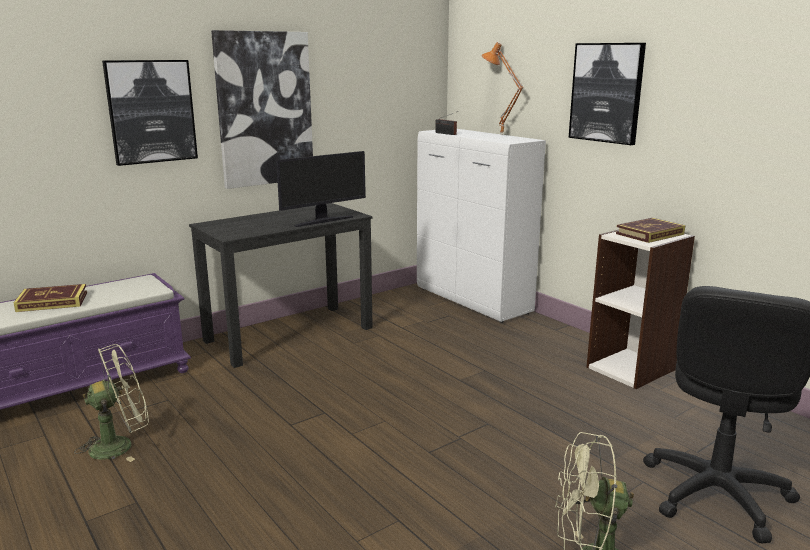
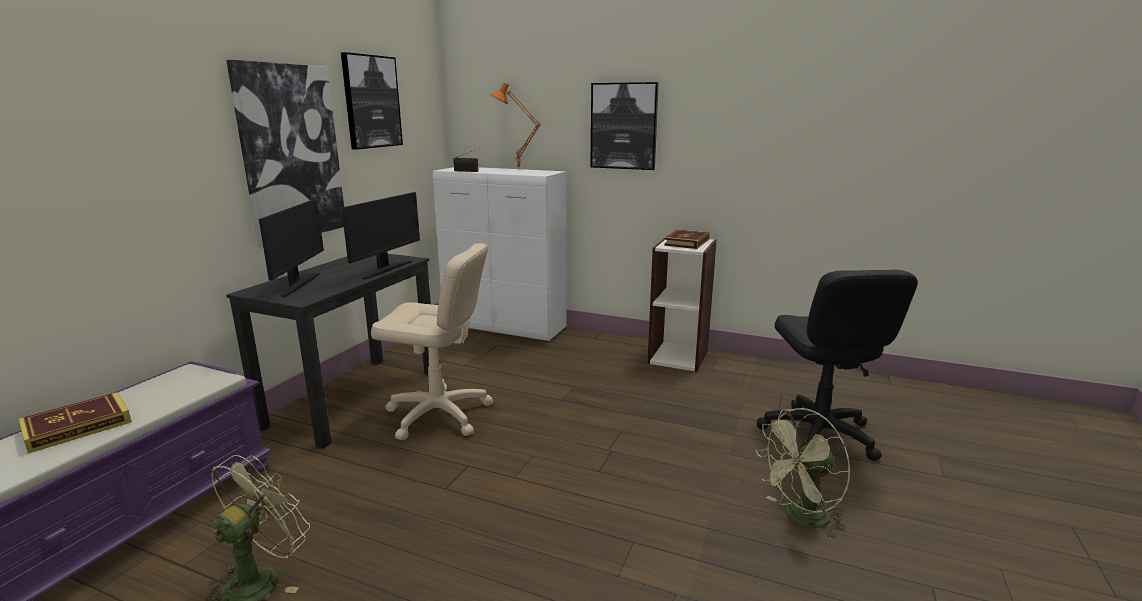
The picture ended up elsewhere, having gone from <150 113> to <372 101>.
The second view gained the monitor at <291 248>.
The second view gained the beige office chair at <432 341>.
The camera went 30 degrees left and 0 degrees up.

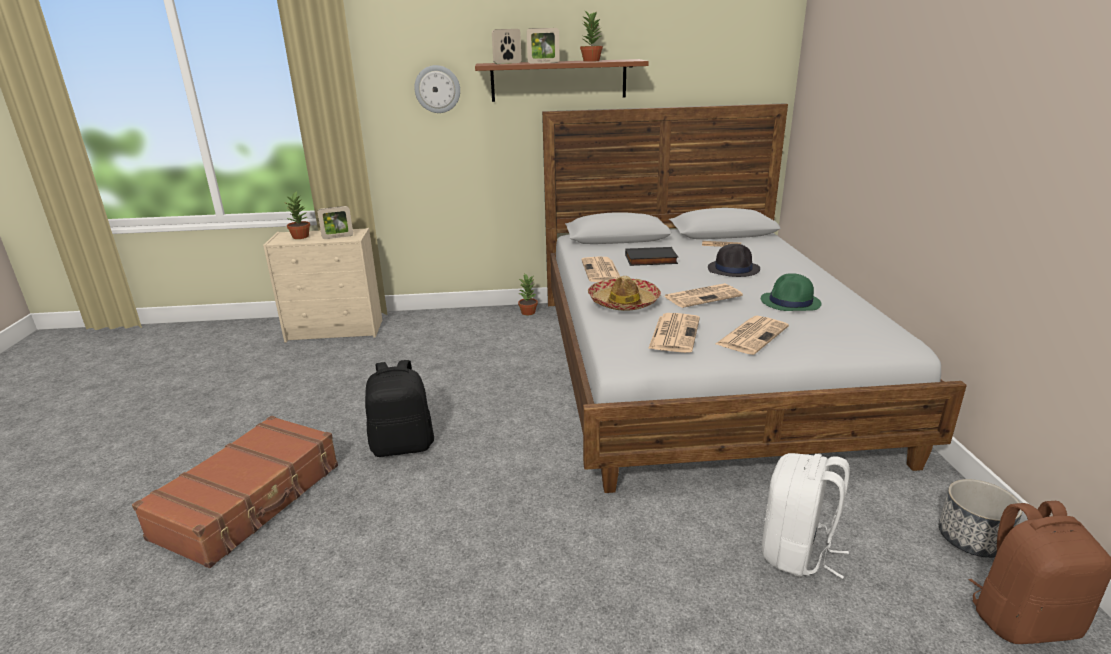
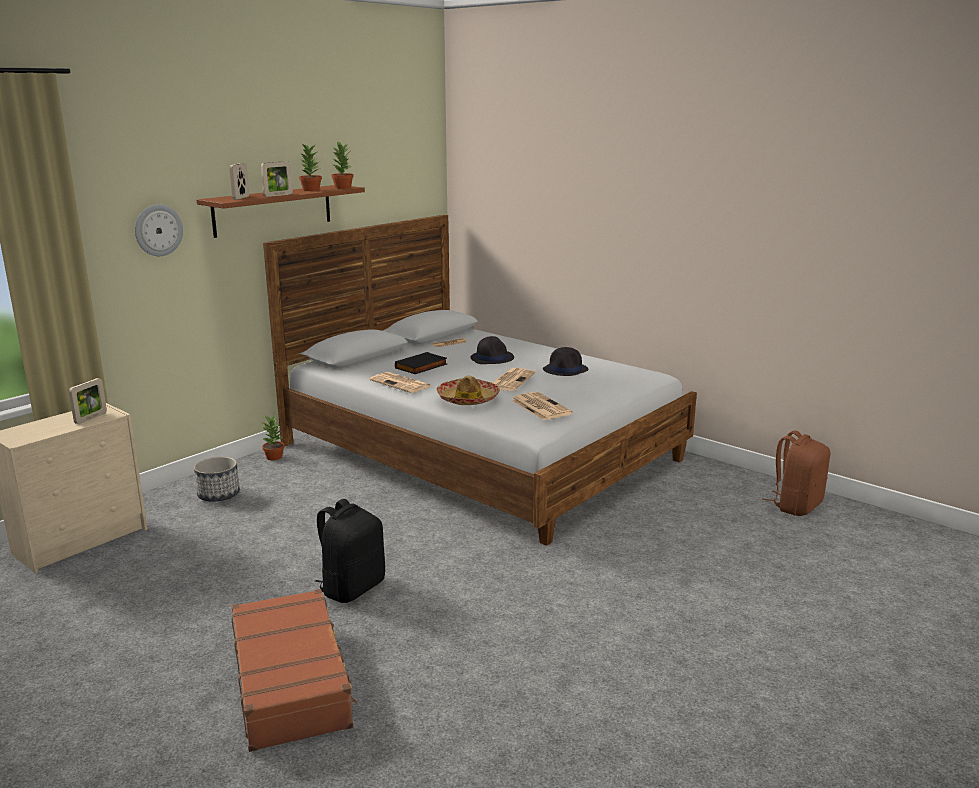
The potted plant ended up elsewhere, having gone from <298 215> to <342 165>.
What was the green hat at <791 292> turned into the black hat at <565 361>.
The second view lost the newspaper at <752 335>.
The second view lost the white backpack at <806 516>.
The planter ended up elsewhere, having gone from <981 518> to <217 479>.
The camera went 45 degrees left and 5 degrees down.

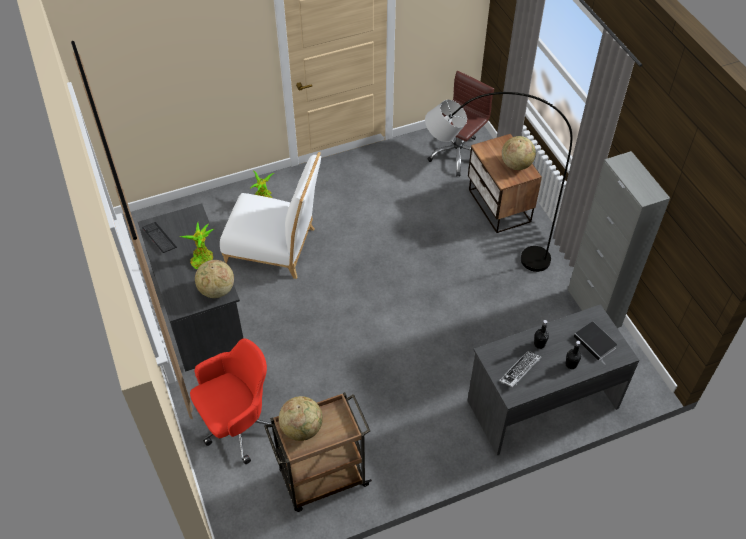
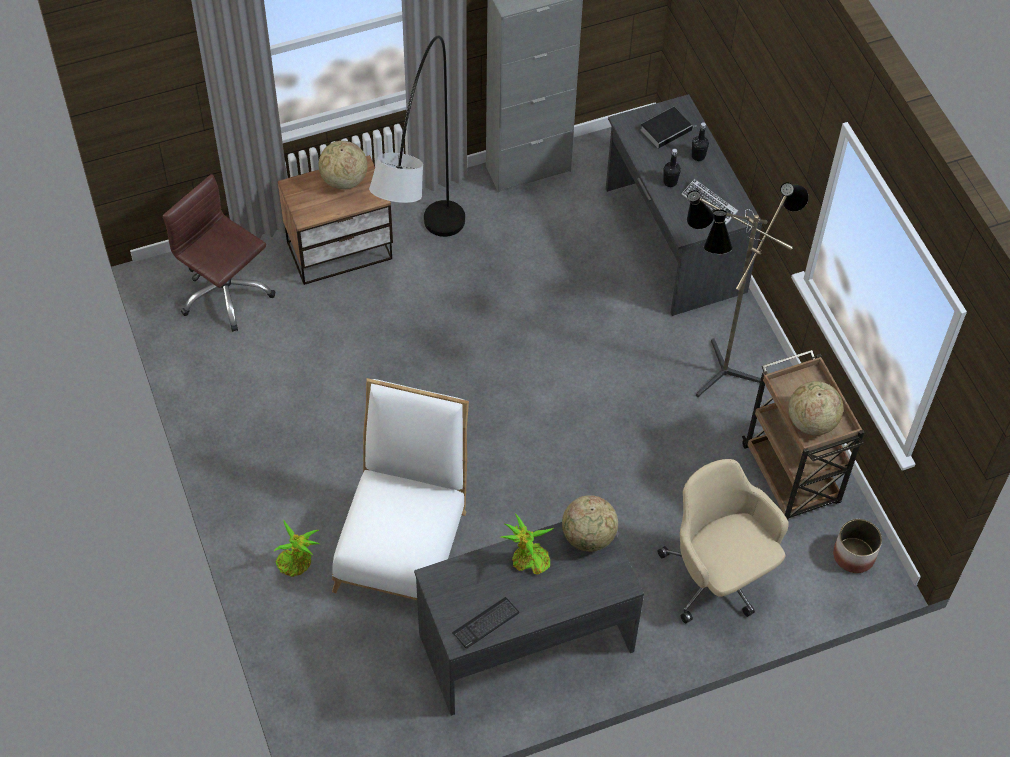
What was the red office chair at <230 401> turned into the beige office chair at <723 541>.
The second view gained the floor lamp at <748 290>.
The second view gained the planter at <857 546>.
The camera went 90 degrees left and 5 degrees up.

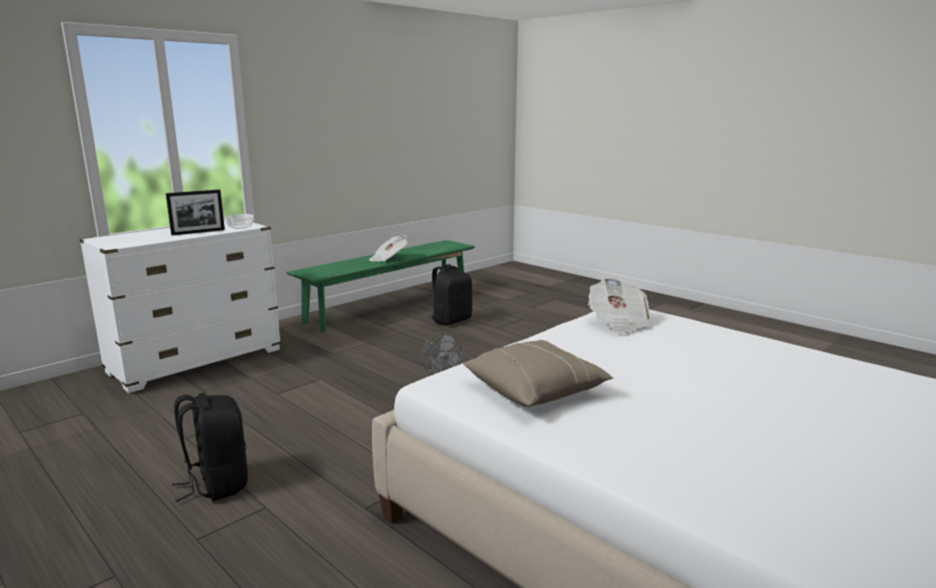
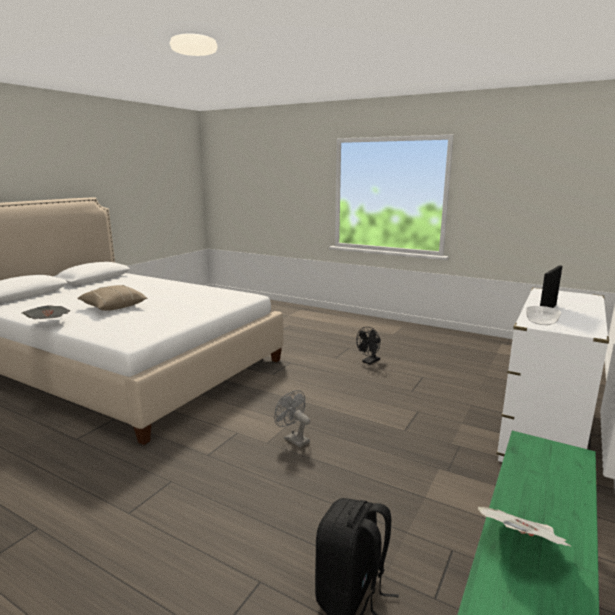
The newspaper ended up elsewhere, having gone from <619 306> to <46 312>.
The beige pillow ended up elsewhere, having gone from <538 373> to <112 298>.
Where the black backpack stood at <210 447>, the black fan came to stand at <368 345>.
The camera went 165 degrees right and 0 degrees up.

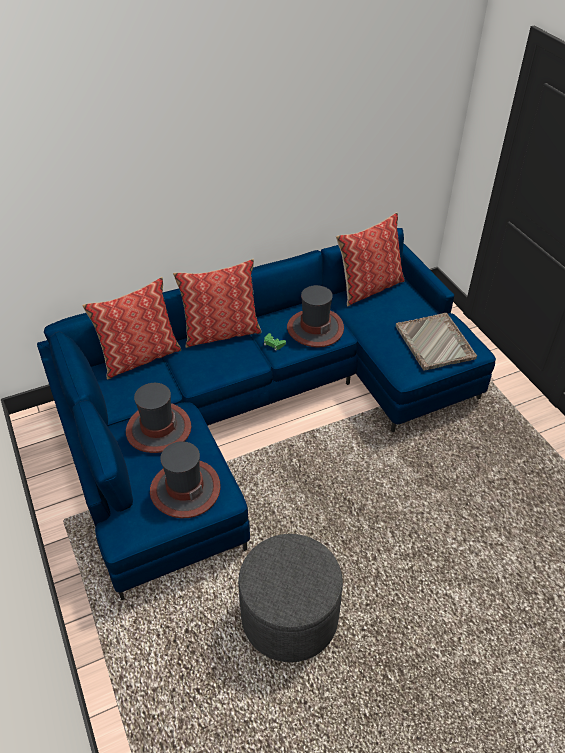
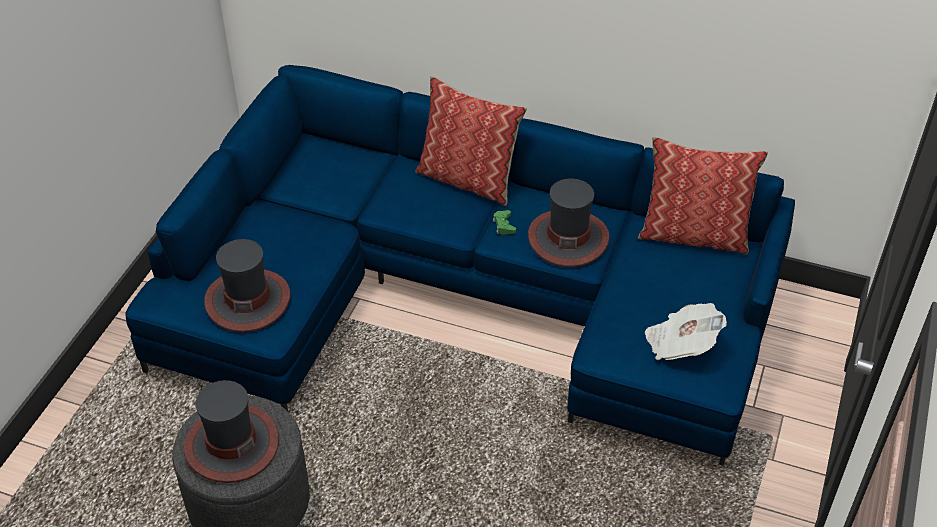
The second view lost the pillow at <131 328>.
Where the grey tray stood at <436 342>, the newspaper came to stand at <686 331>.
The hat ended up elsewhere, having gone from <158 418> to <231 431>.
The camera went 45 degrees right and 0 degrees up.

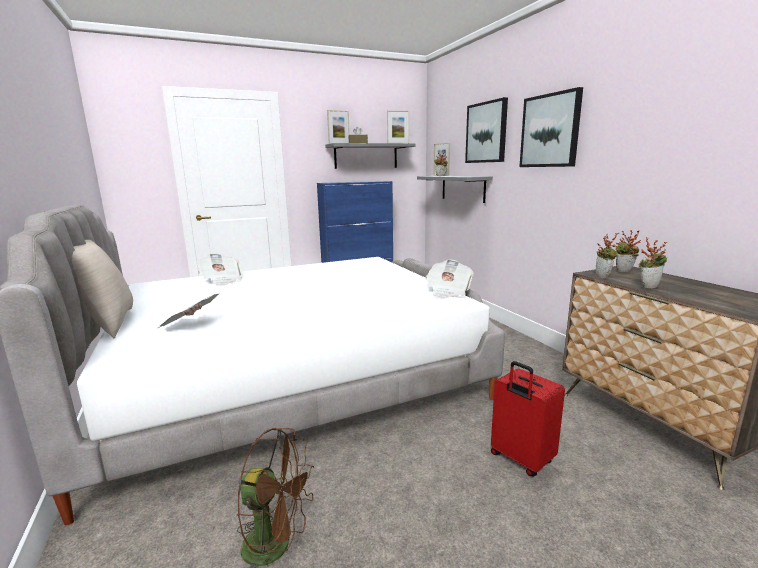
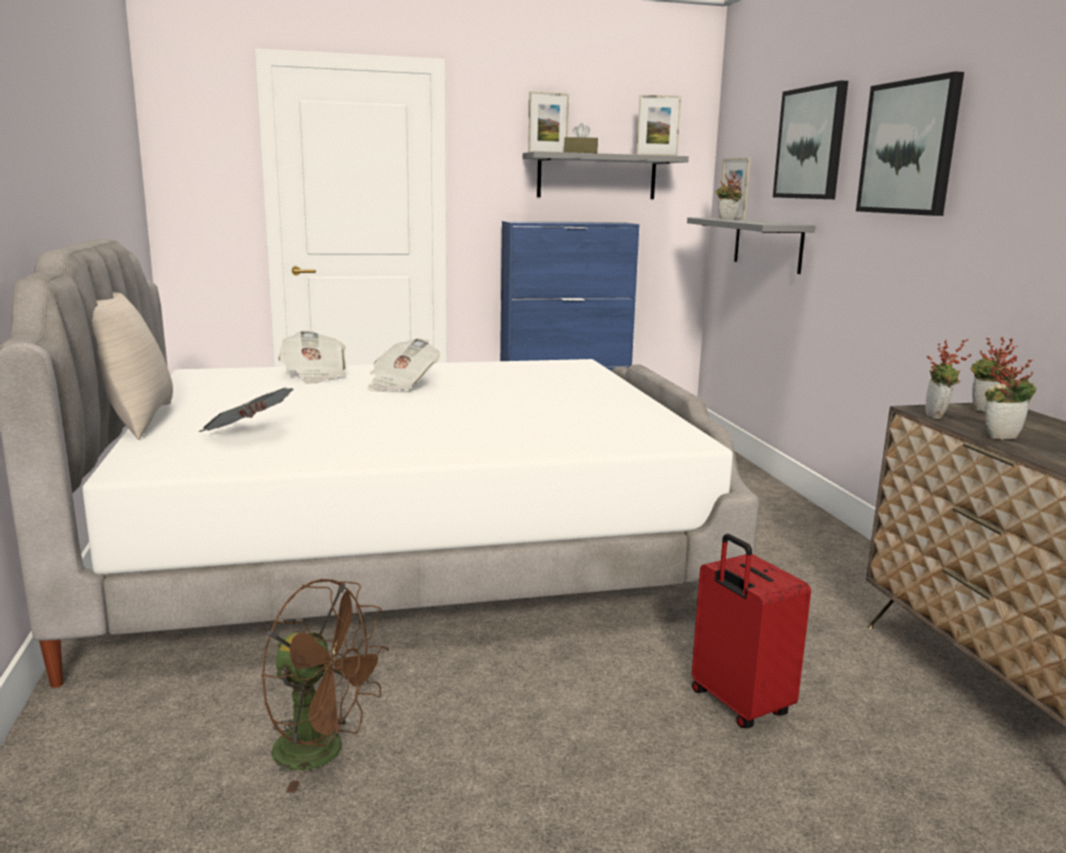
The newspaper ended up elsewhere, having gone from <450 279> to <404 365>.
The camera went 10 degrees right and 0 degrees up.

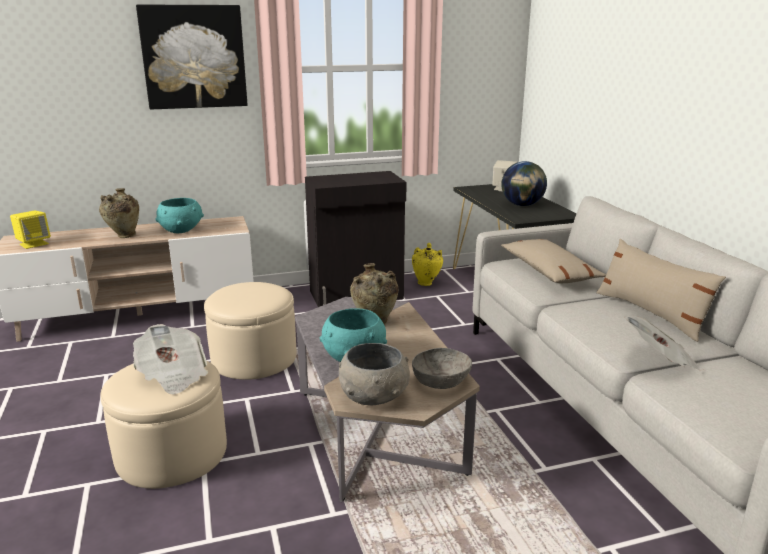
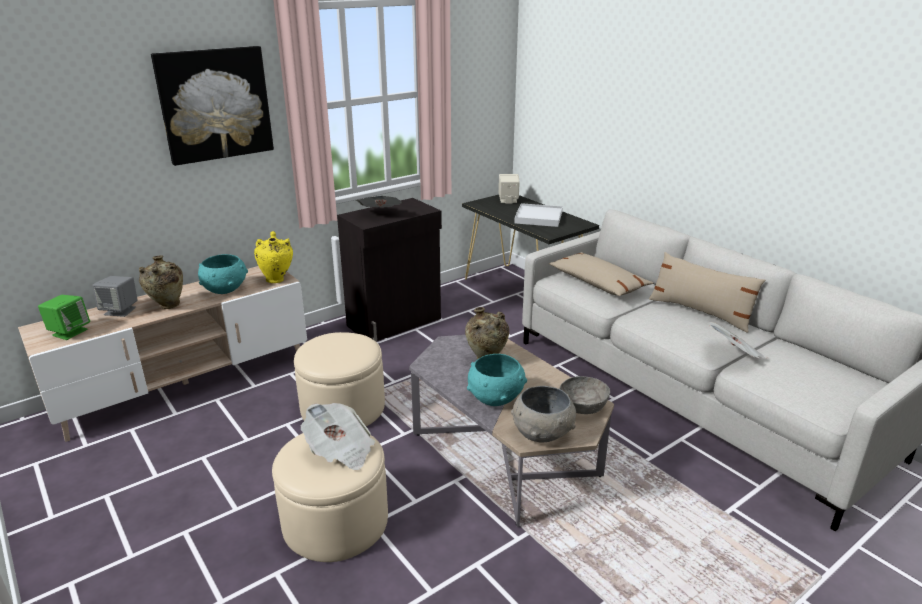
Where the globe stood at <524 183>, the white tray came to stand at <538 215>.
What was the yellow speaker at <30 229> turned into the green speaker at <64 317>.
The yellow vase ended up elsewhere, having gone from <427 264> to <273 257>.
The second view gained the newspaper at <379 201>.
The second view gained the grey speaker at <115 296>.
The camera went 20 degrees left and 5 degrees up.

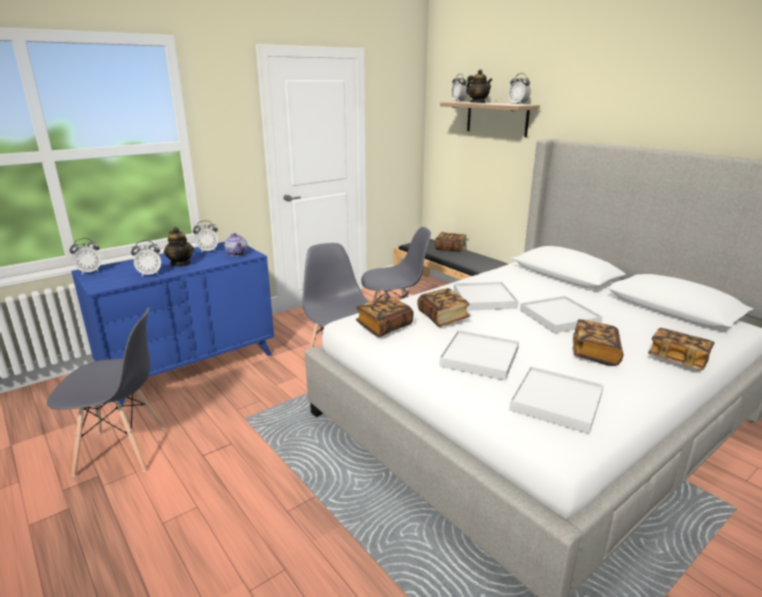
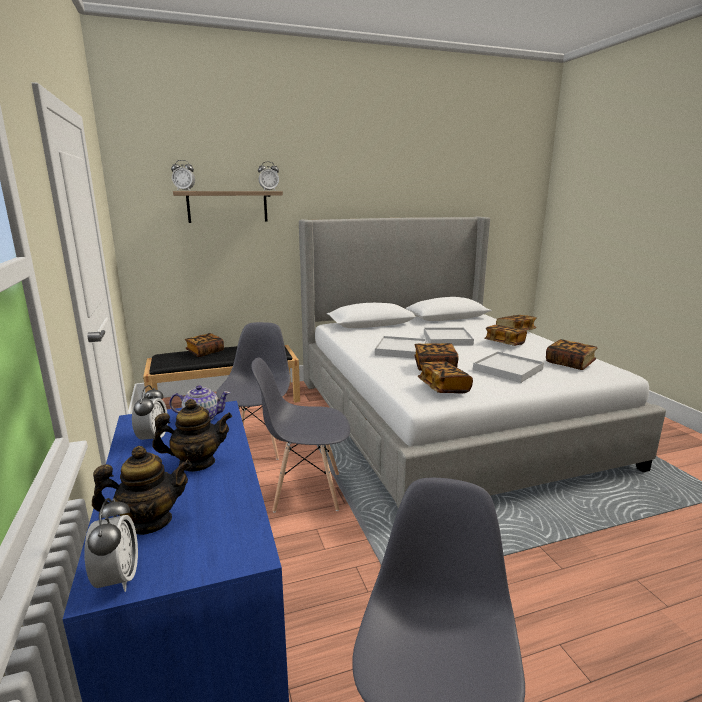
The teapot ended up elsewhere, having gone from <479 86> to <142 490>.
The second view lost the alarm clock at <146 258>.
Where the white tray stood at <556 400>, the book came to stand at <571 354>.
The camera went 70 degrees left and 5 degrees down.

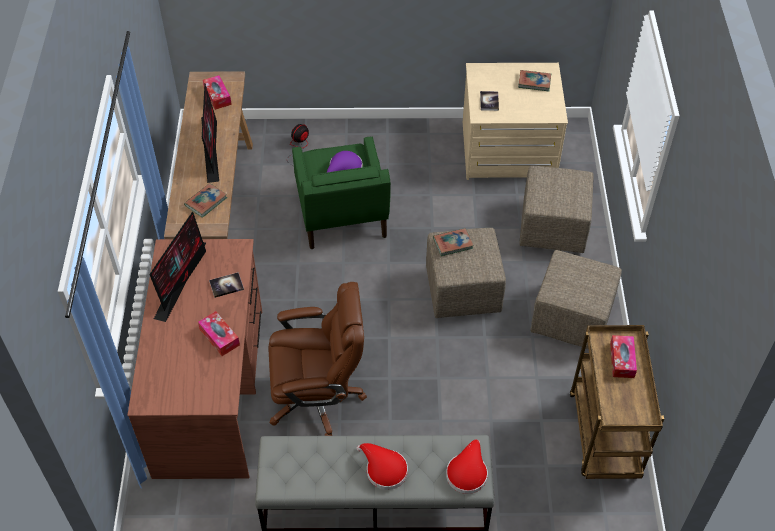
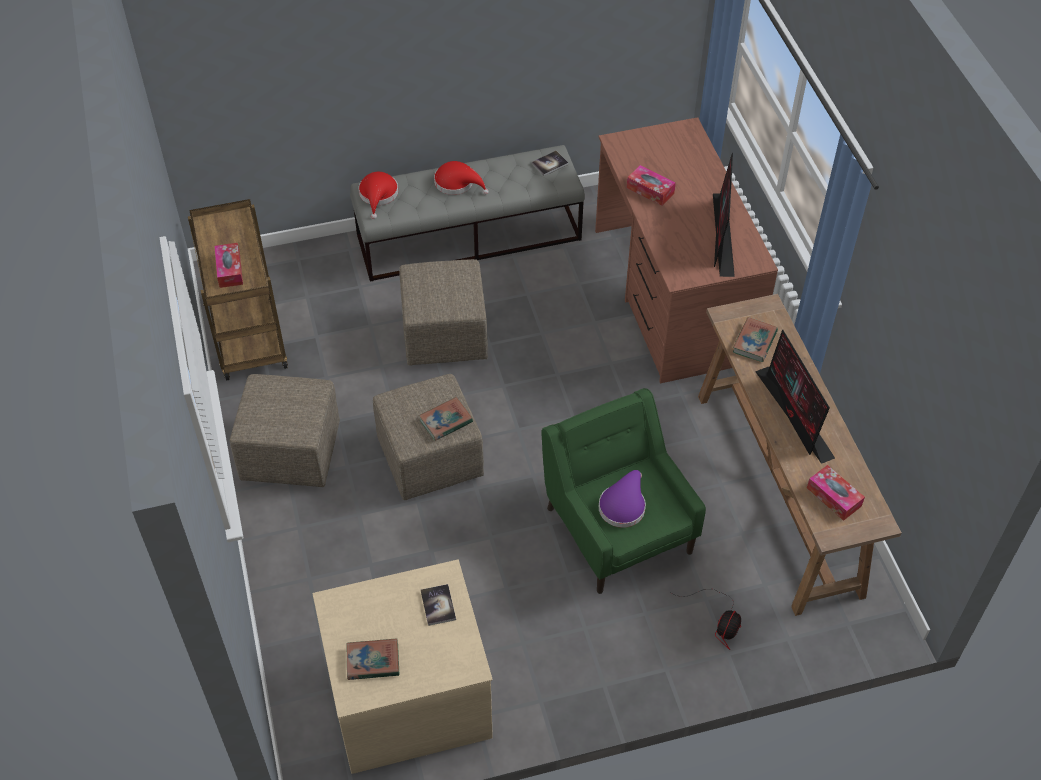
The beige ottoman ended up elsewhere, having gone from <556 209> to <443 312>.
The book ended up elsewhere, having gone from <226 285> to <550 163>.
The second view lost the brown office chair at <318 359>.
The camera went 165 degrees right and 0 degrees up.

